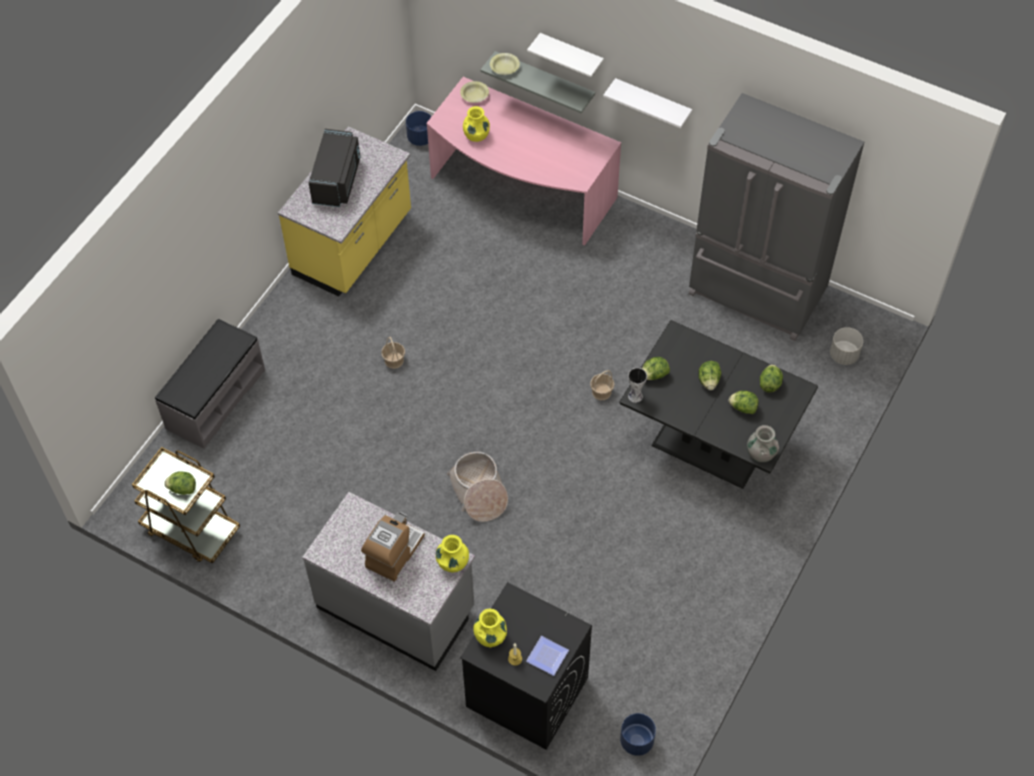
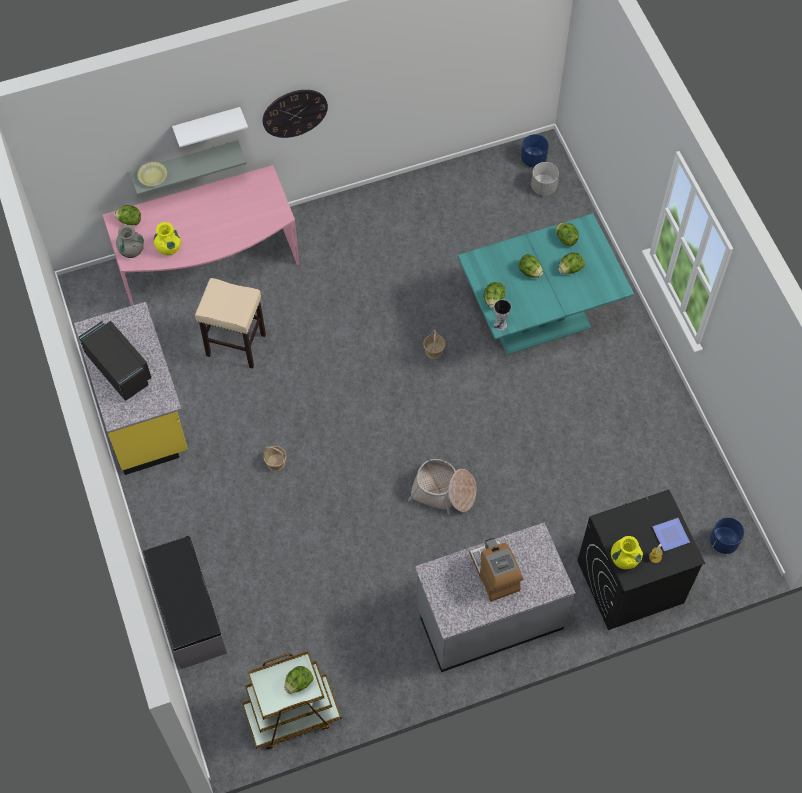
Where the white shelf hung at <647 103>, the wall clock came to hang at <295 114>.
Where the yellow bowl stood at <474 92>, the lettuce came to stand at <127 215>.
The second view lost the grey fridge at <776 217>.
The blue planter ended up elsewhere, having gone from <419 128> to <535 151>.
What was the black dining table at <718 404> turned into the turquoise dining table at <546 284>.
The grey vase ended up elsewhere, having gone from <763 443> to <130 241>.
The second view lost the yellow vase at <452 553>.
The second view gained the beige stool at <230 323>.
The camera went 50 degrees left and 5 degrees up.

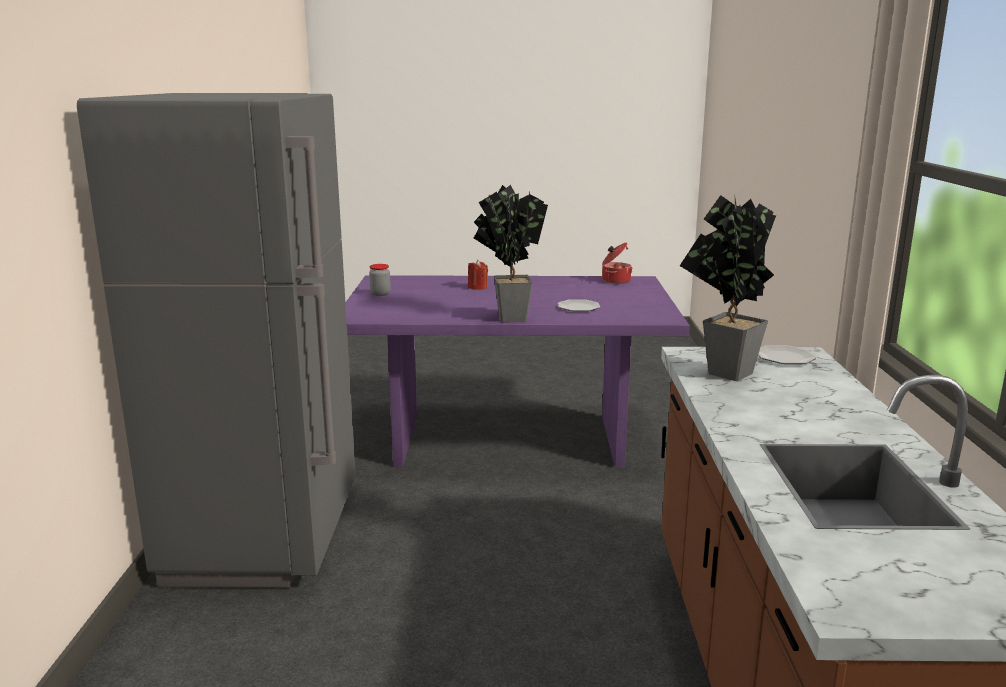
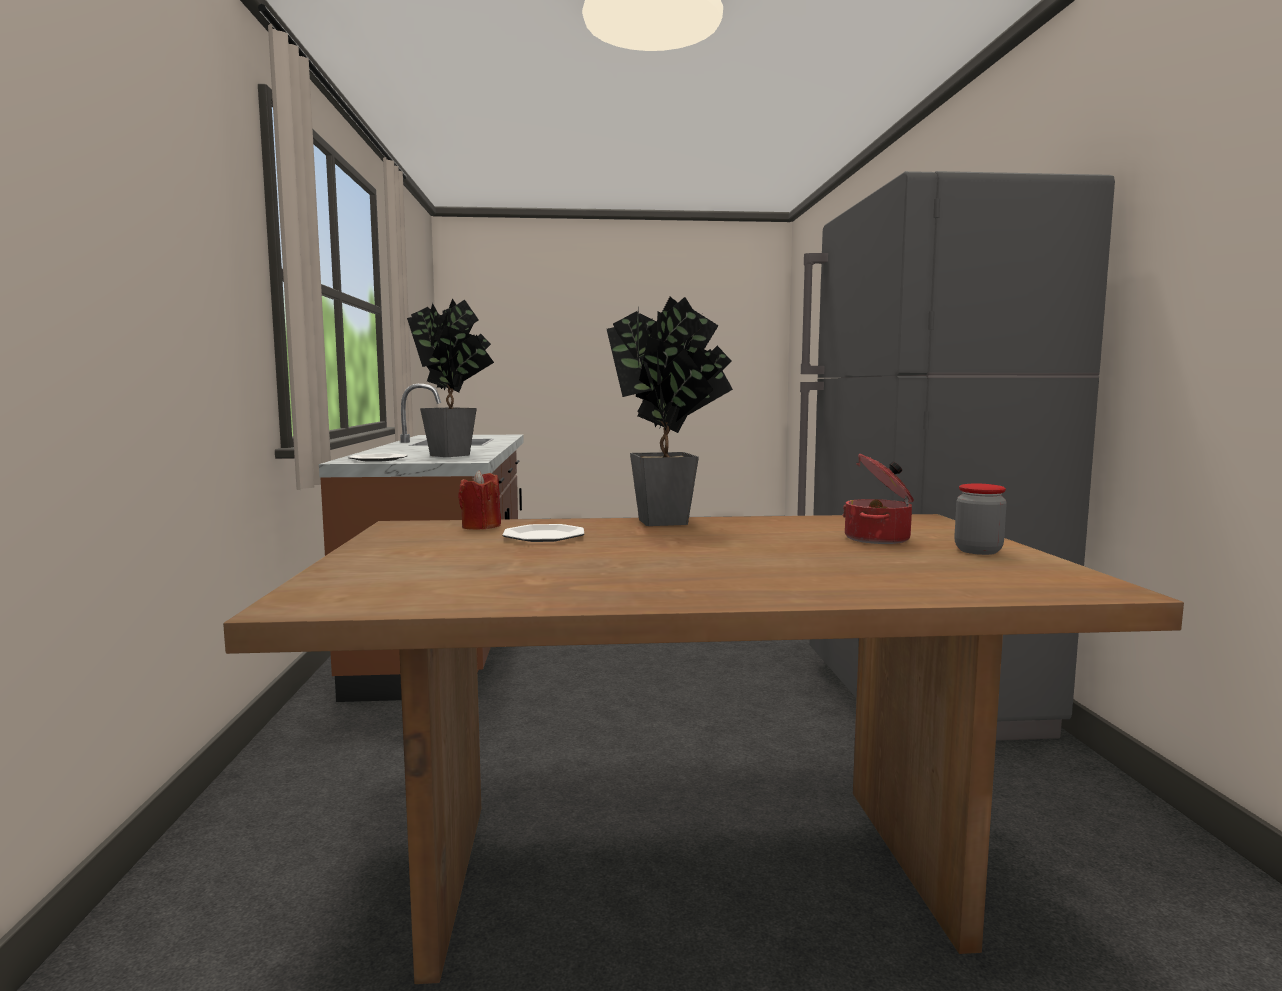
The cooking pot ended up elsewhere, having gone from <617 263> to <878 499>.
The red candle ended up elsewhere, having gone from <478 275> to <479 500>.
What was the purple dining table at <517 371> turned into the brown dining table at <703 749>.
The camera went 175 degrees right and 10 degrees down.

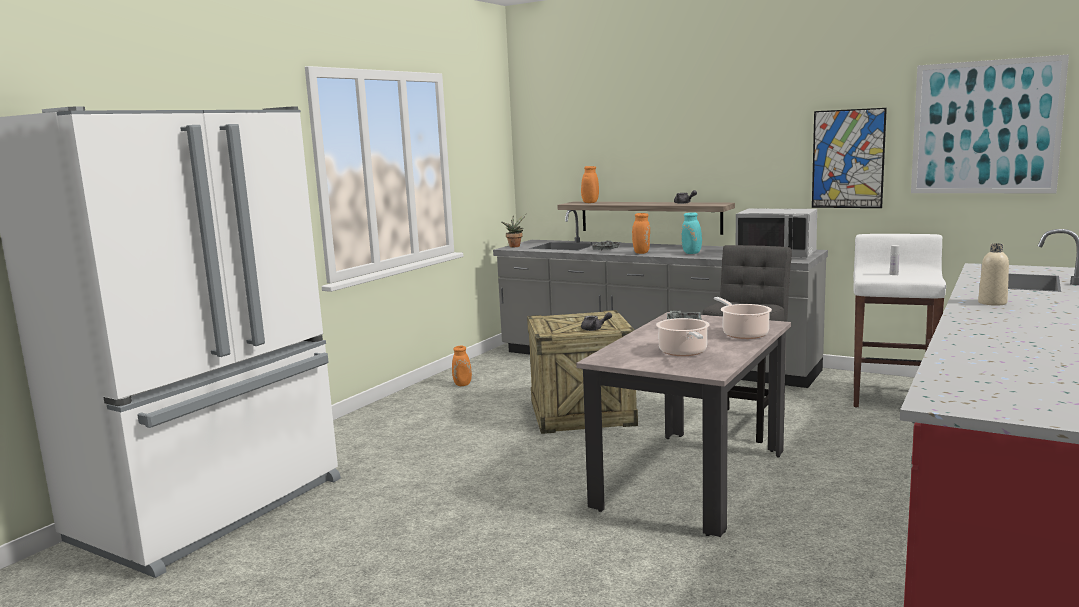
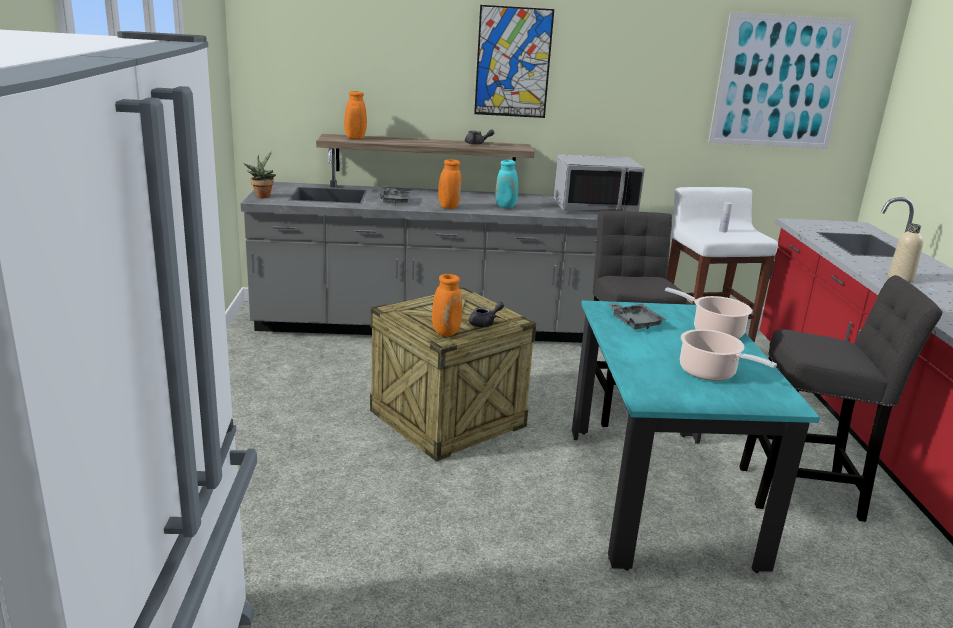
The picture ended up elsewhere, having gone from <849 158> to <514 61>.
What was the beige dining table at <683 424> turned into the turquoise dining table at <696 436>.
The orange vase ended up elsewhere, having gone from <462 366> to <447 305>.
The second view gained the grey stool at <840 398>.
The camera went 35 degrees left and 10 degrees up.

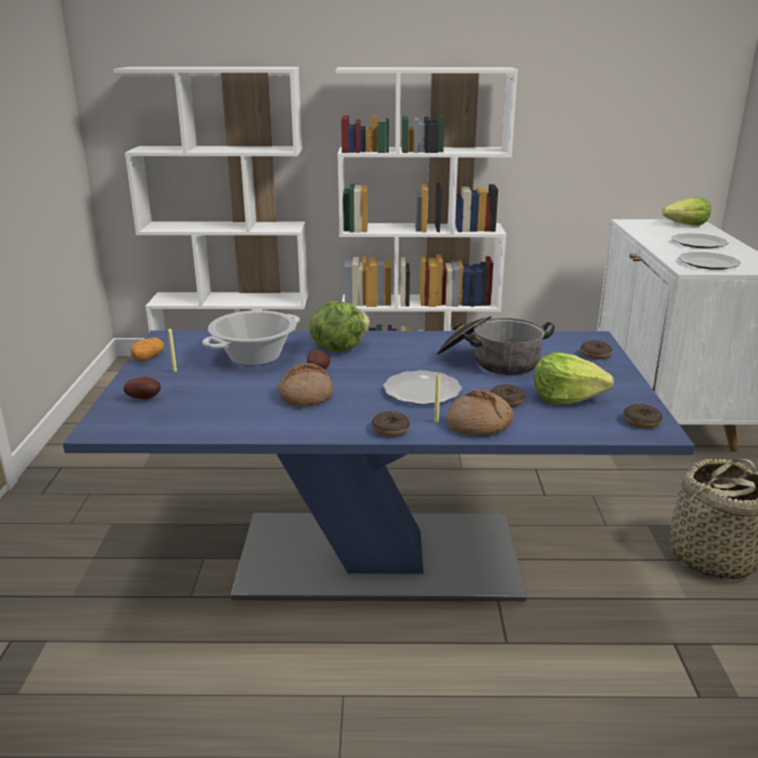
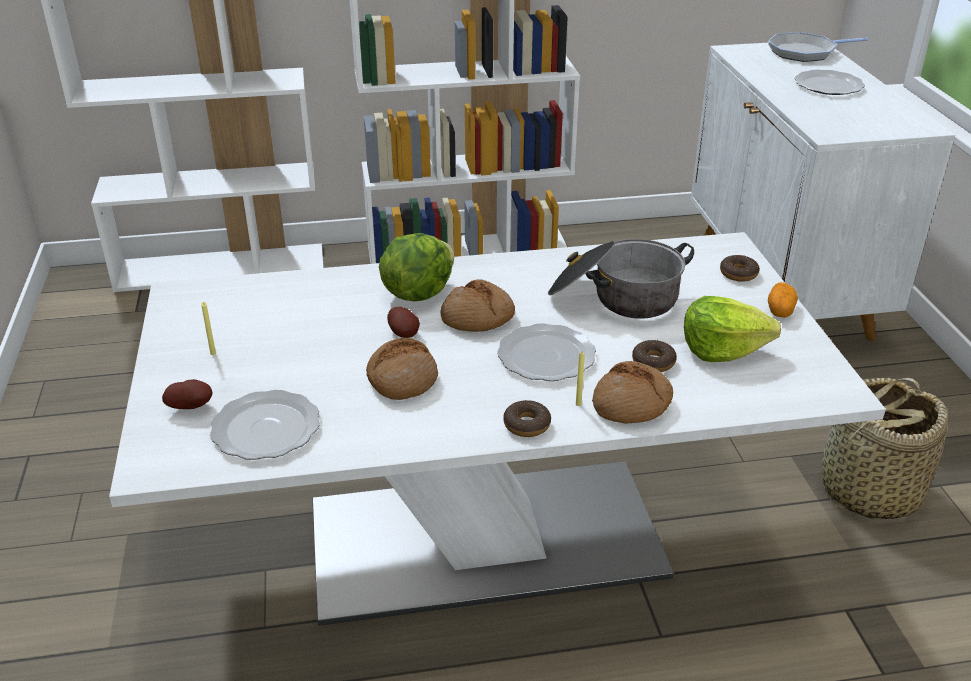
Where the lettuce stood at <686 211>, the frying pan came to stand at <818 47>.
The plate ended up elsewhere, having gone from <709 261> to <265 425>.
The second view lost the cooking pot at <251 338>.
What was the blue dining table at <379 465> turned into the white dining table at <497 429>.
The potato ended up elsewhere, having gone from <147 349> to <783 300>.
The second view lost the donut at <643 416>.
The second view gained the bread at <478 305>.
The camera went 10 degrees left and 10 degrees up.

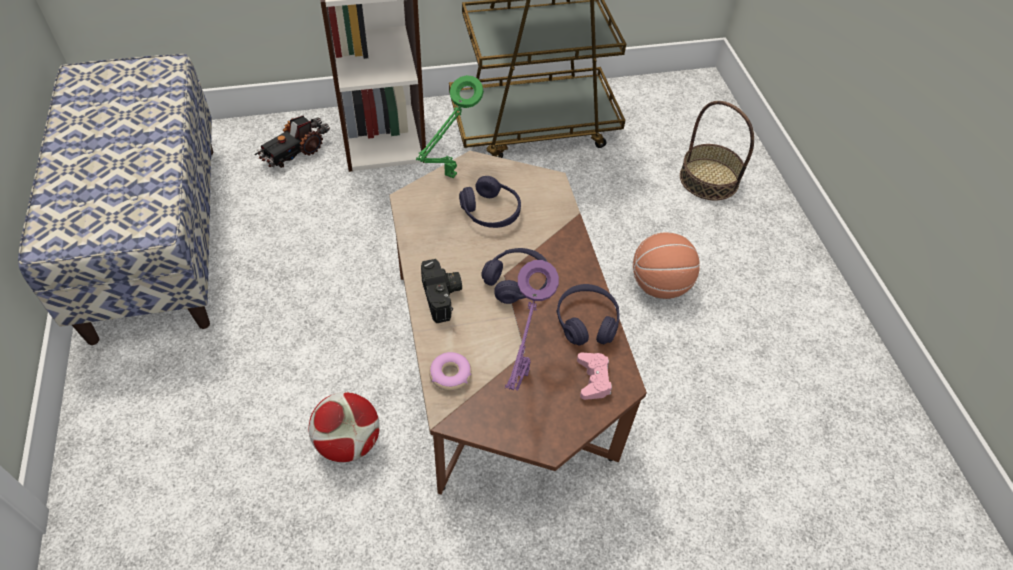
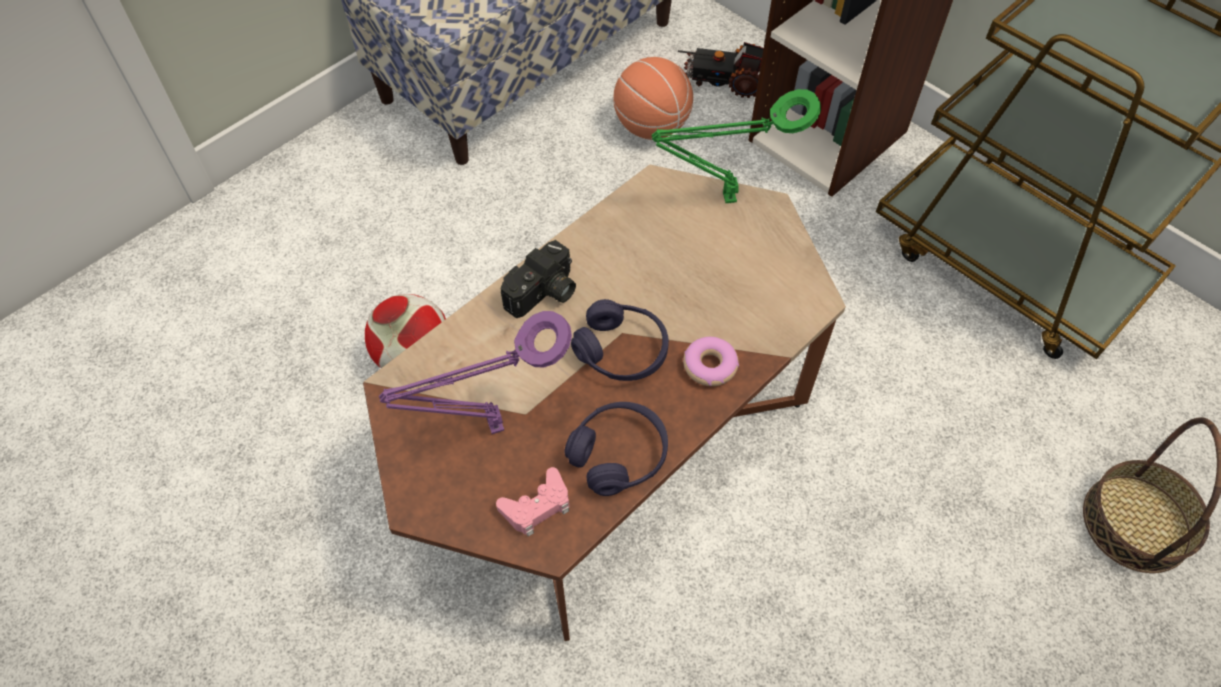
The second view lost the purple headphones at <490 202>.
The basketball ended up elsewhere, having gone from <666 265> to <653 98>.
The donut ended up elsewhere, having gone from <450 371> to <711 361>.
The camera went 60 degrees right and 5 degrees up.

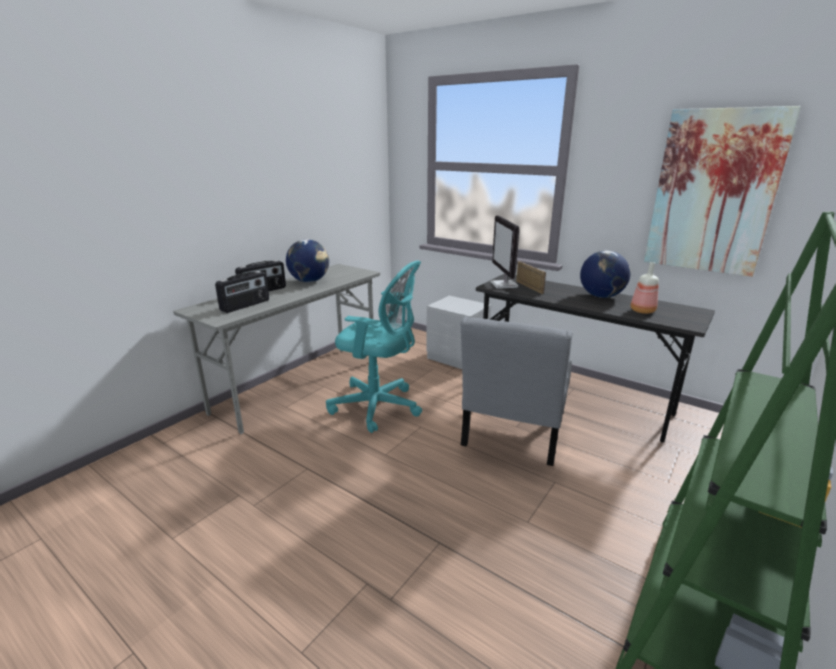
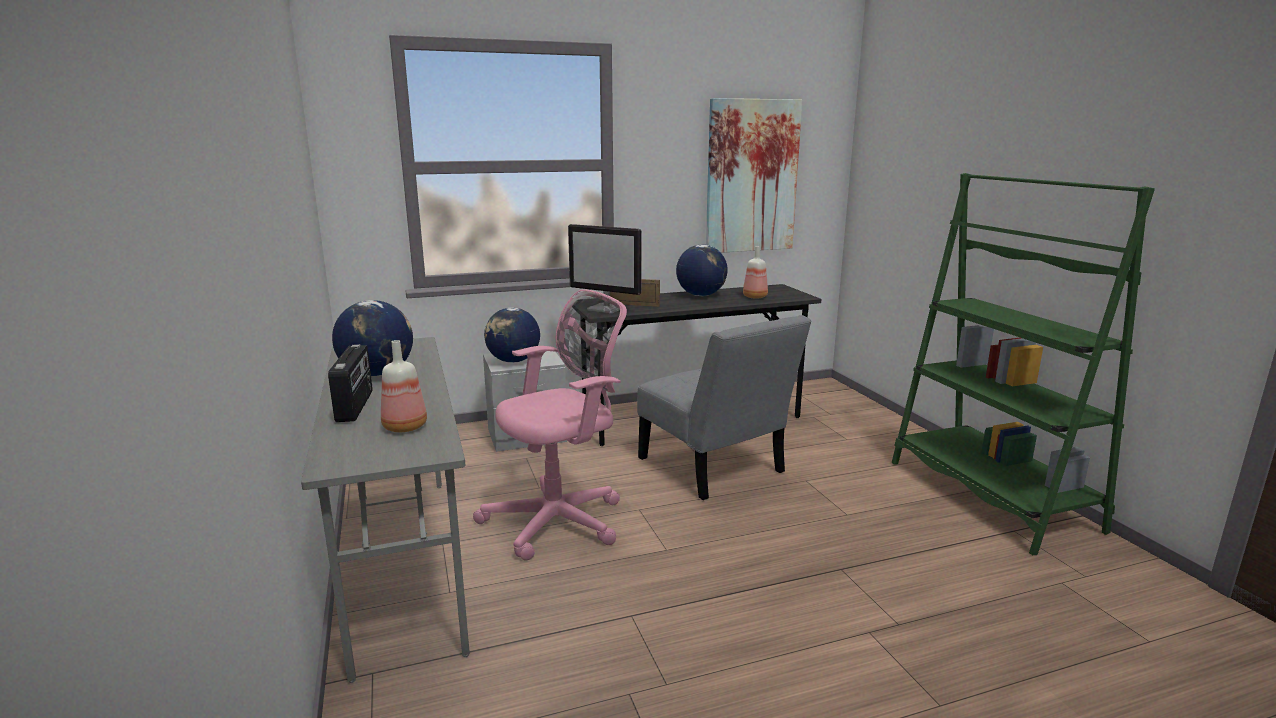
What was the turquoise office chair at <374 346> turned into the pink office chair at <550 425>.
Where the radio stood at <242 292>, the bottle came to stand at <404 386>.
The second view gained the globe at <512 335>.
The camera went 55 degrees left and 5 degrees down.

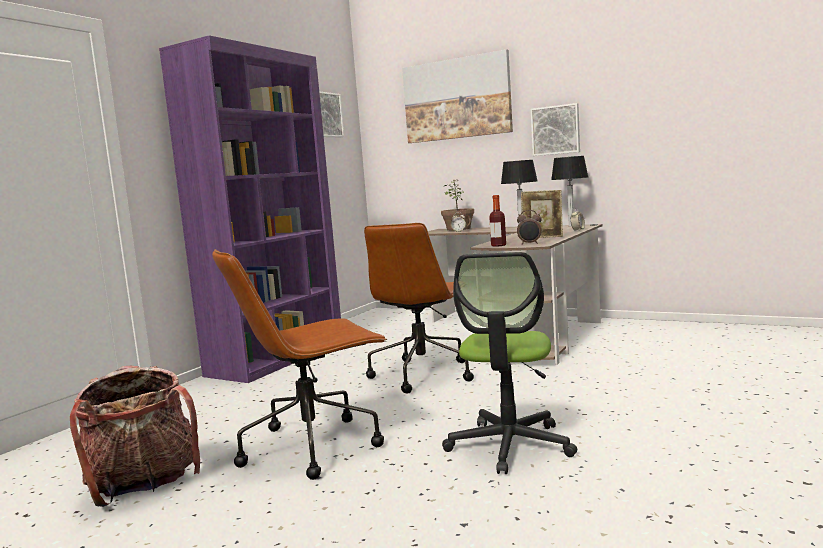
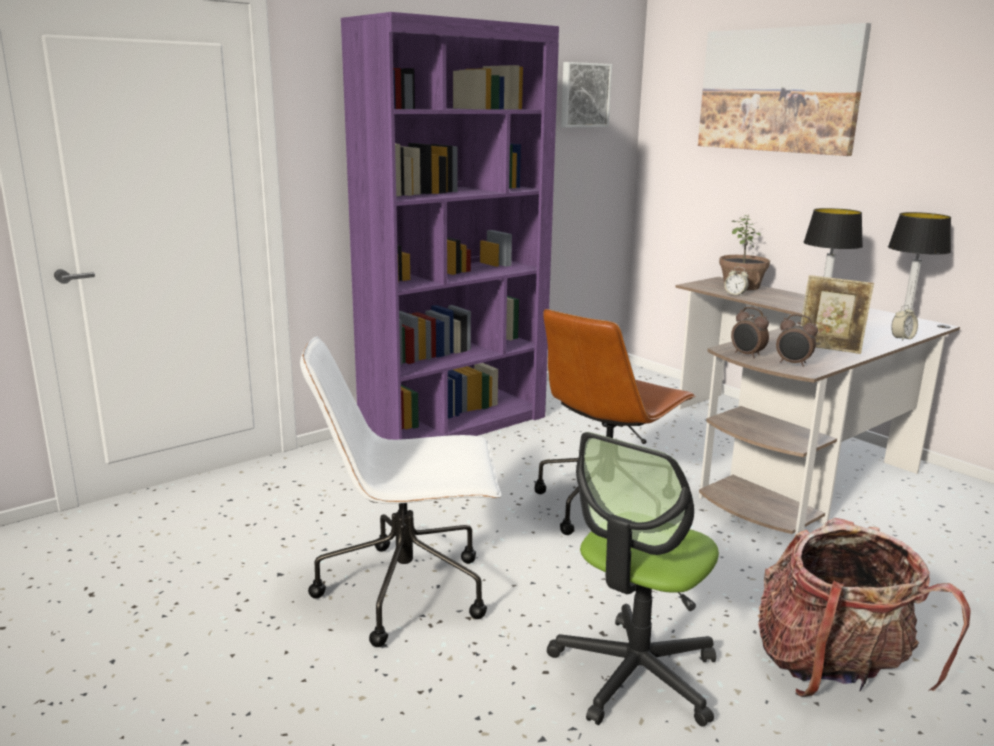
The second view lost the picture at <555 129>.
Where the bottle stood at <497 221>, the alarm clock came to stand at <750 333>.
What was the brown office chair at <299 364> turned into the white office chair at <400 491>.
The backpack ended up elsewhere, having gone from <135 436> to <864 607>.
The camera went 20 degrees right and 10 degrees up.

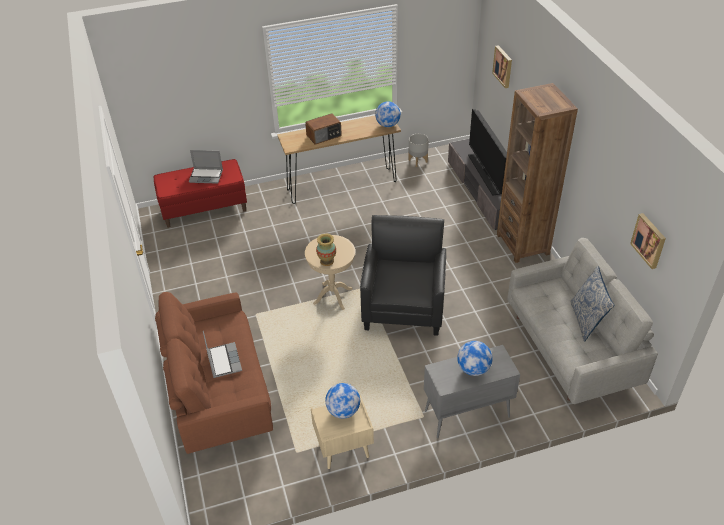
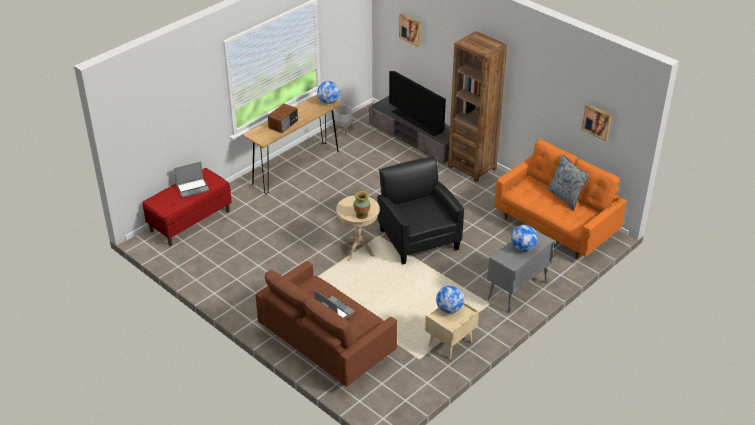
What was the grey sofa at <582 321> turned into the orange sofa at <560 199>.
The camera went 30 degrees left and 5 degrees down.

